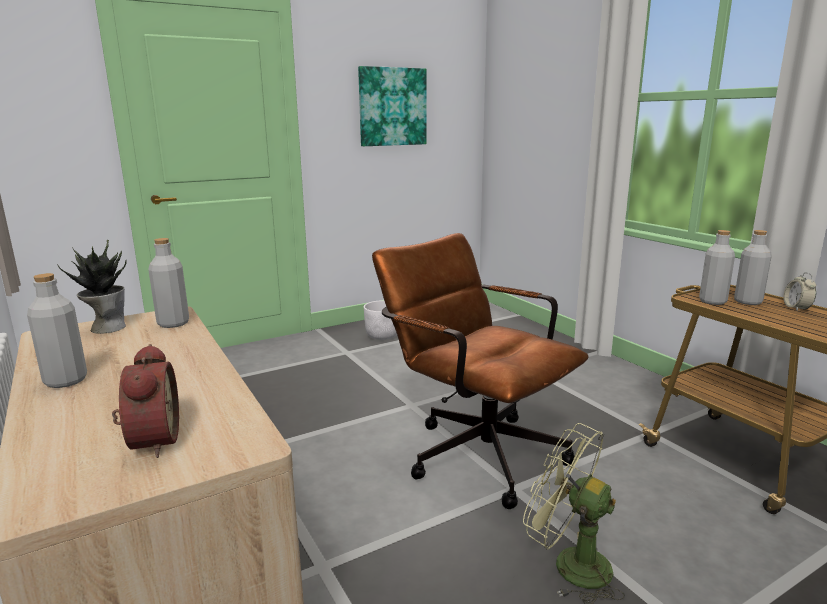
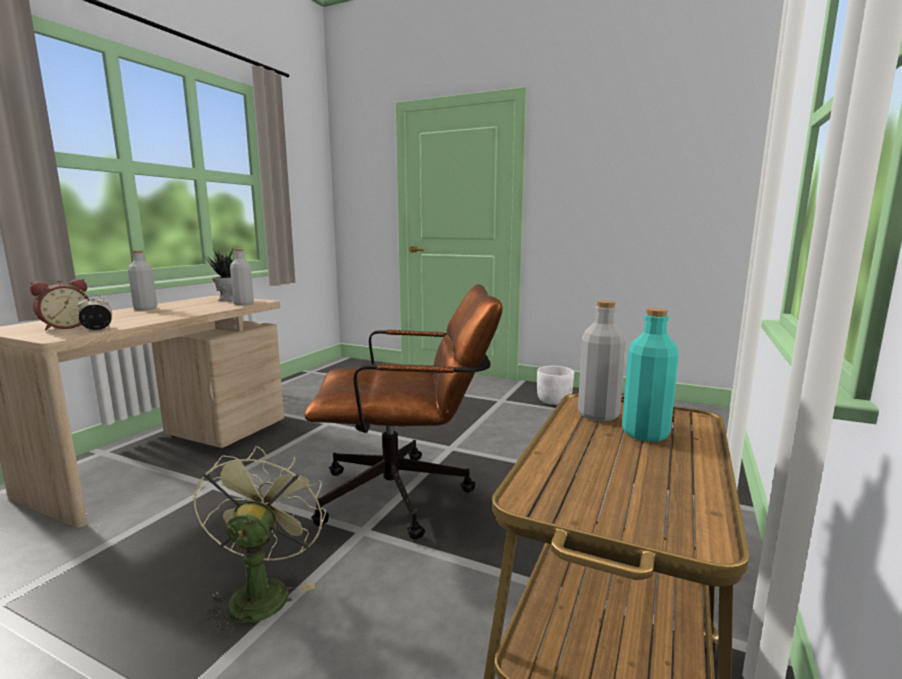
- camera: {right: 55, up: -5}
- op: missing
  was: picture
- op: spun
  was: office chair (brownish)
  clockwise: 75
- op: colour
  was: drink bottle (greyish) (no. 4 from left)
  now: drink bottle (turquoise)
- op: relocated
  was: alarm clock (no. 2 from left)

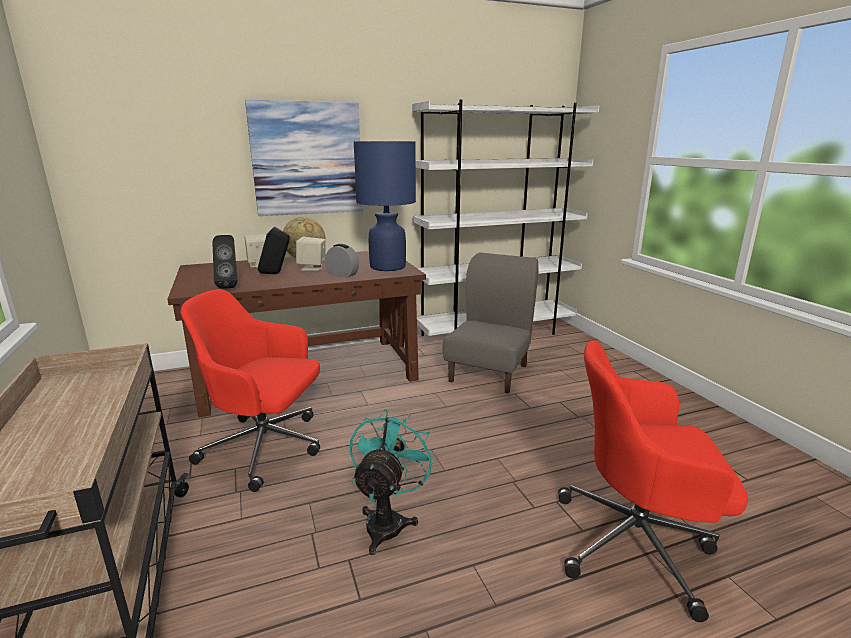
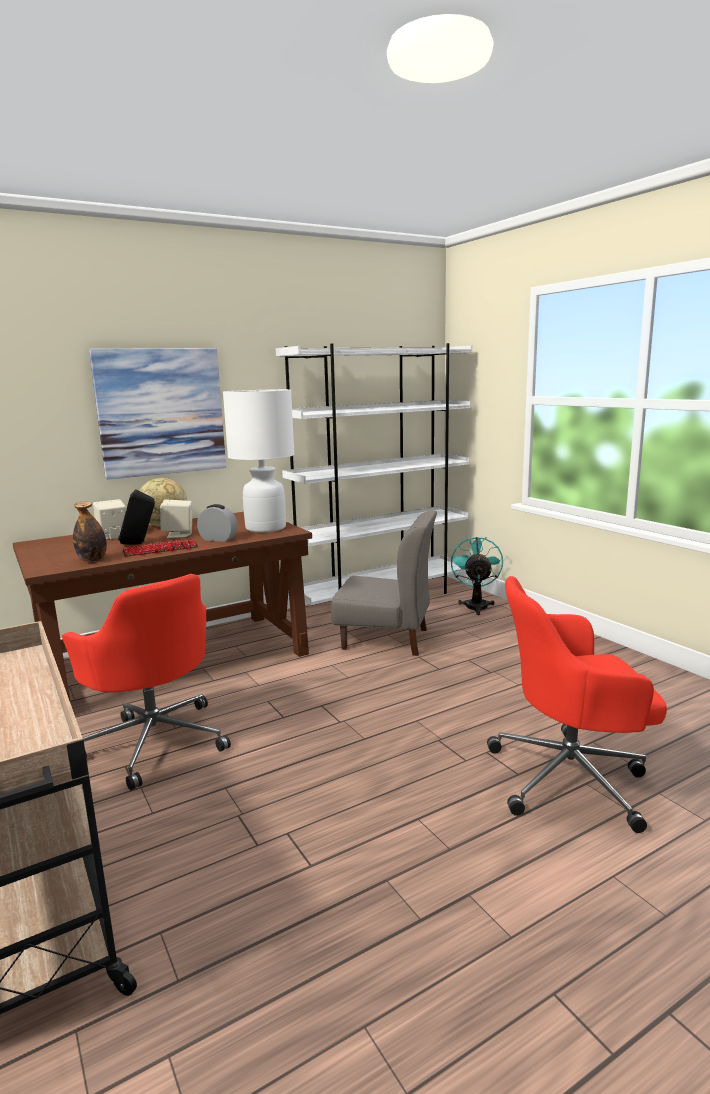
- camera: {right: -10, up: -5}
- op: spun
  was: office chair (red) (no. 1 from left)
  clockwise: -135
- op: exchanged
  was: speaker (blackish) (no. 1 from left)
  now: drink bottle
- op: relocated
  was: electric fan (turquoise)
- op: colour
  was: lamp for a table (blue)
  now: lamp for a table (white-coloured)
- op: spun
  was: upright chair (greyish)
  clockwise: 90
- op: appeared
  now: keyboard

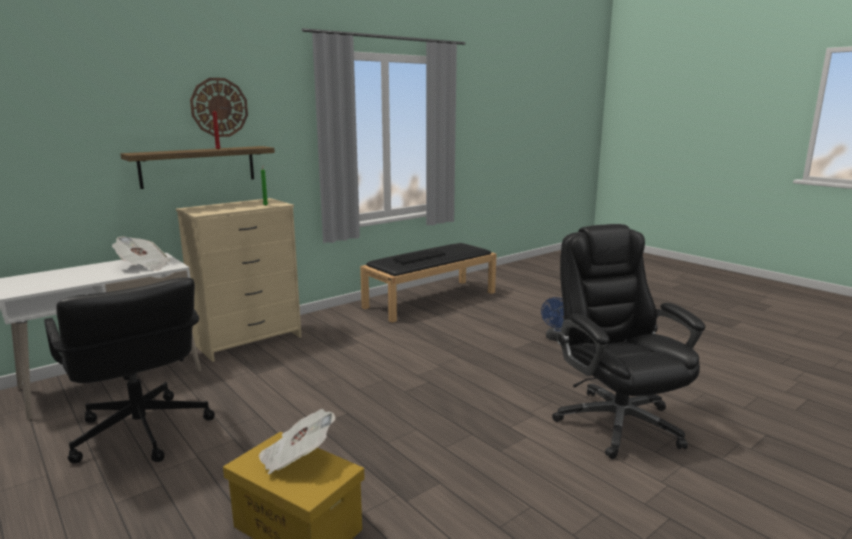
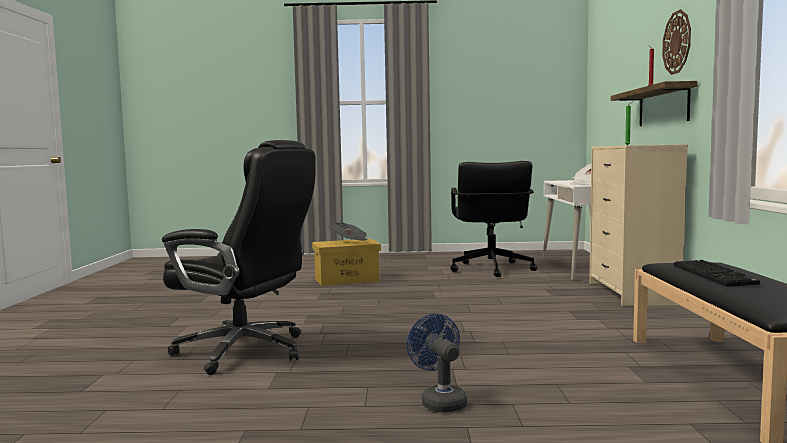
- camera: {right: 130, up: -10}
- op: spun
  was: office chair (blackish) (no. 1 from left in the first image)
  clockwise: -90

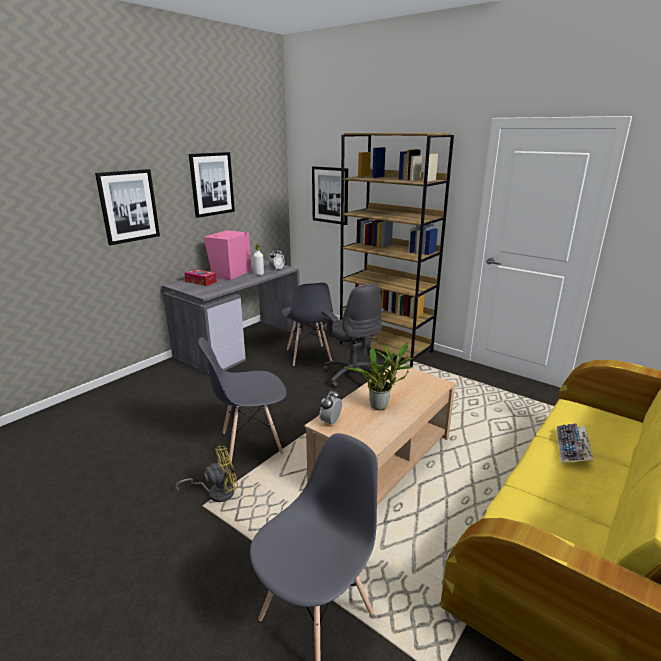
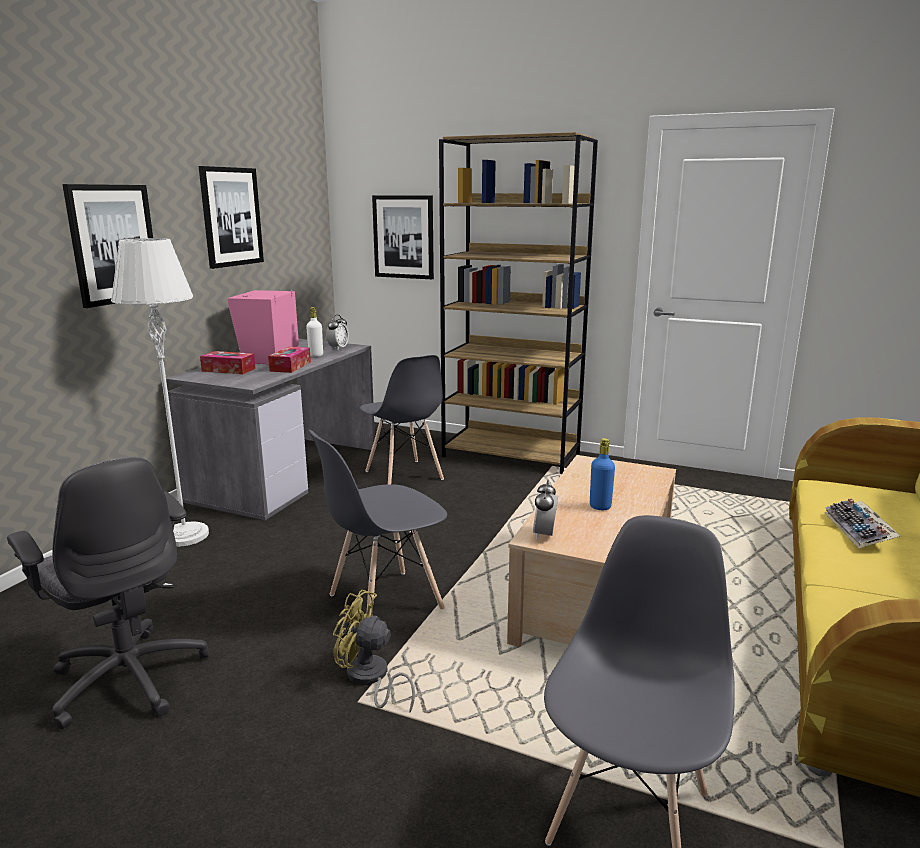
- camera: {right: -15, up: -5}
- op: spun
  was: electric fan (yellow)
  clockwise: -120
- op: relocated
  was: office chair (greyish)
- op: exchanged
  was: potted plant
  now: drink bottle (blue)
- op: appeared
  now: floor lamp (white-coloured)
- op: appeared
  now: tissue box (no. 2 from left)

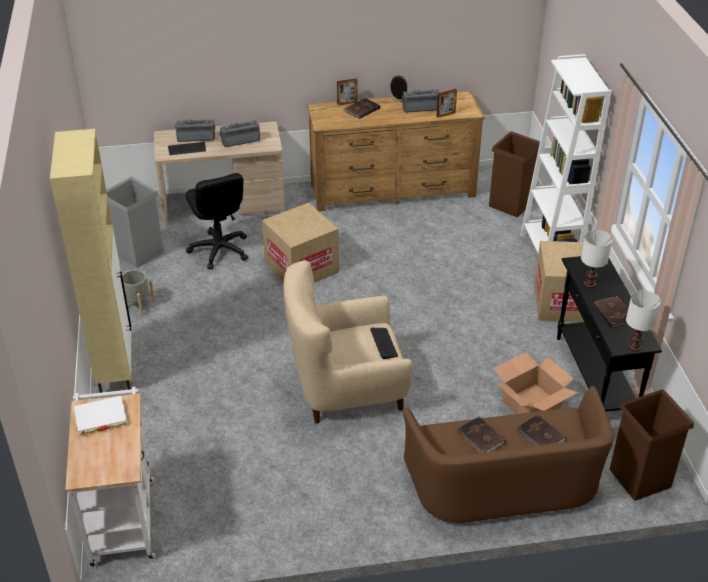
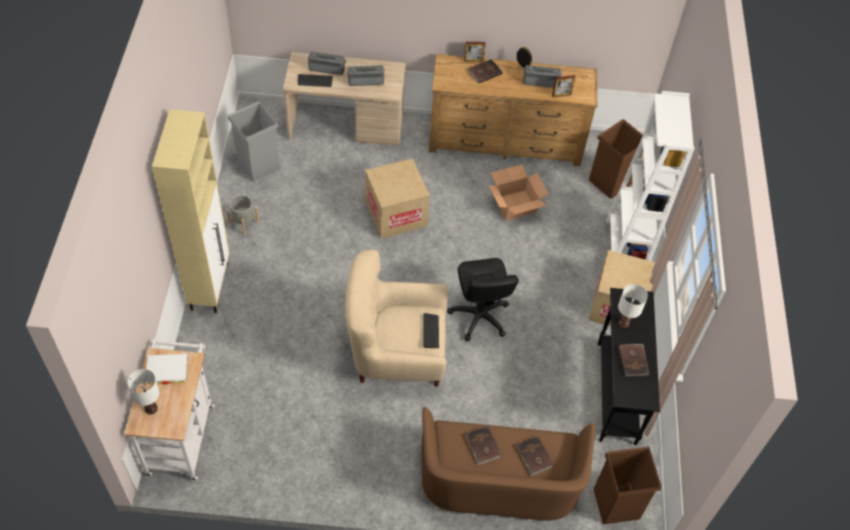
- camera: {right: 10, up: 15}
- op: relocated
  was: office chair (blackish)
- op: relocated
  was: carton (no. 2 from left)
- op: relocated
  was: lamp for a table (white-coloured) (no. 2 from left in the first image)
  now: lamp for a table (white-coloured) (no. 1 from left)

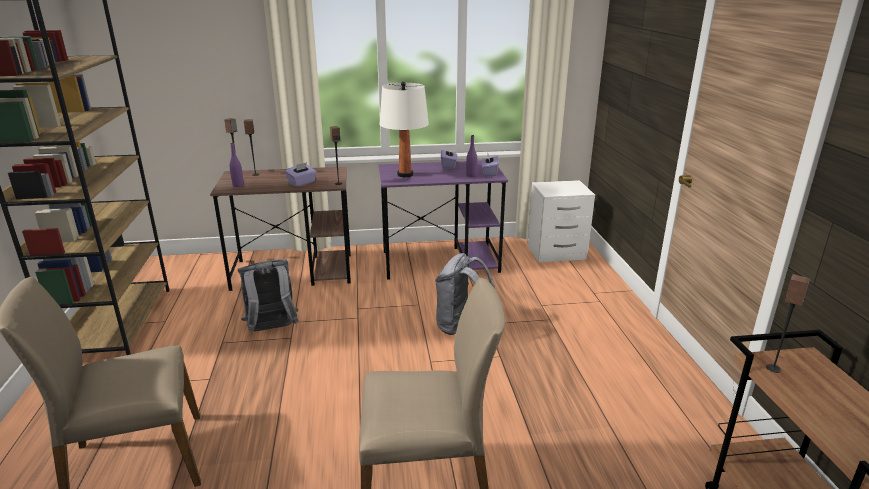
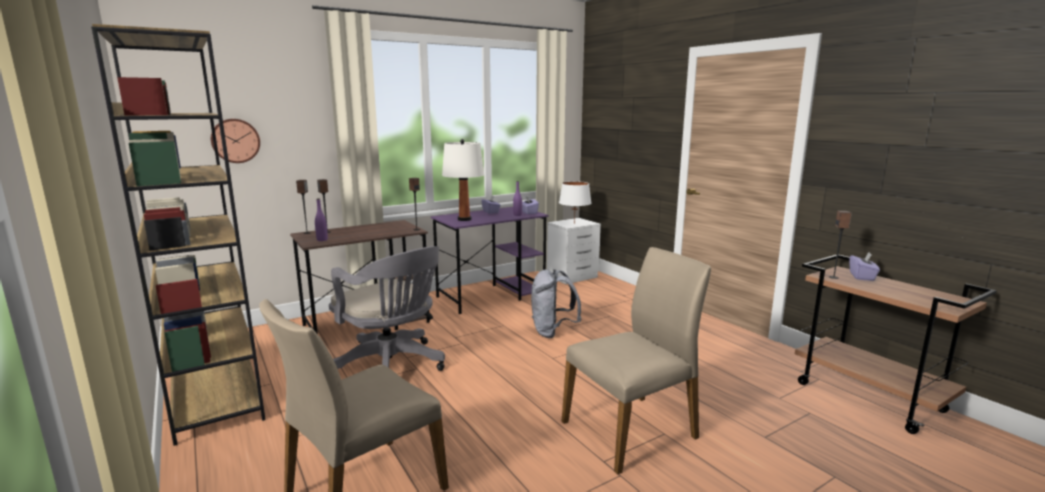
- camera: {right: -25, up: -10}
- op: exchanged
  was: backpack (greyish) (no. 1 from left)
  now: office chair (greyish)
- op: relocated
  was: tissue box (purple-coloured) (no. 1 from left in the first image)
  now: tissue box (purple-coloured) (no. 3 from left)
- op: appeared
  now: clock on the wall
- op: appeared
  now: lamp for a table (white-coloured) (no. 2 from left)

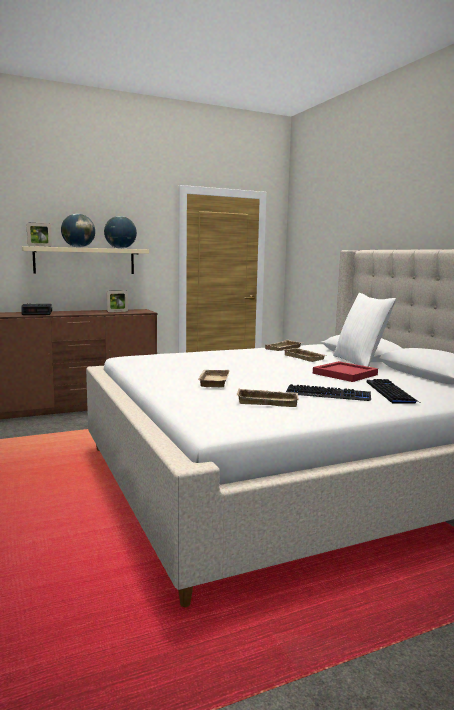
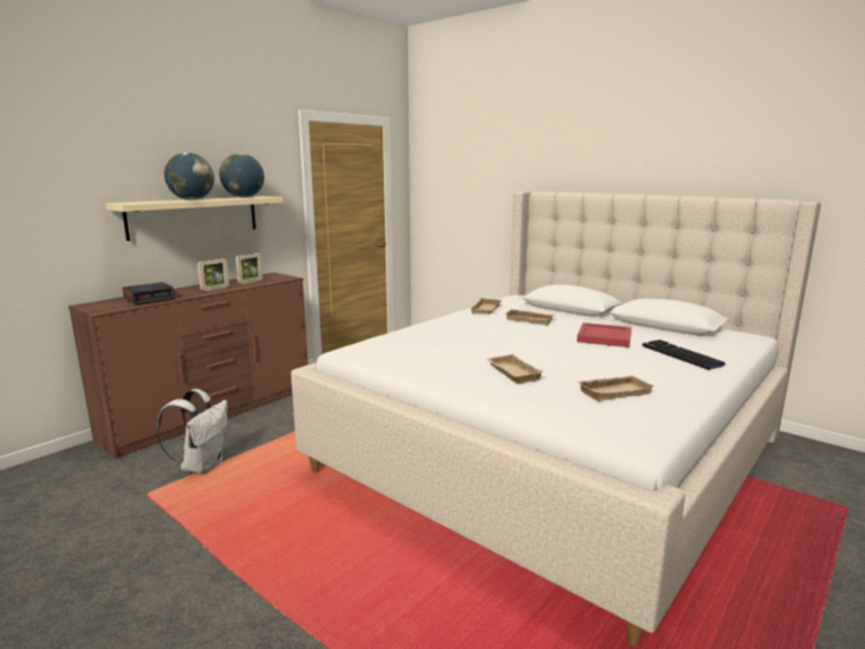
- camera: {right: -25, up: 5}
- op: relocated
  was: picture frame (no. 1 from left)
- op: missing
  was: keyboard (no. 1 from left)
- op: missing
  was: throw pillow (white-coloured)
- op: appeared
  now: backpack (white-coloured)

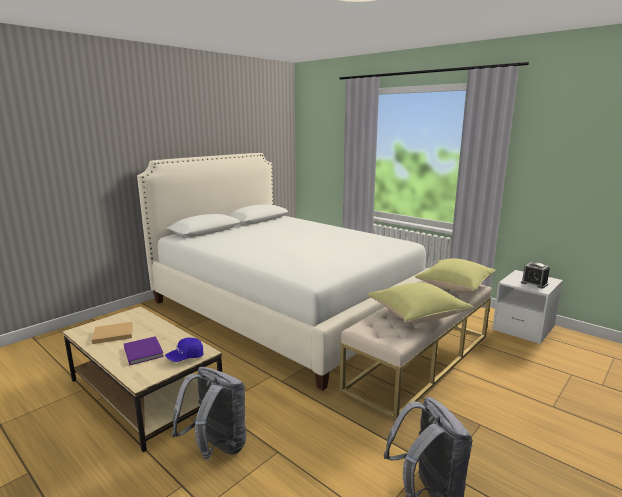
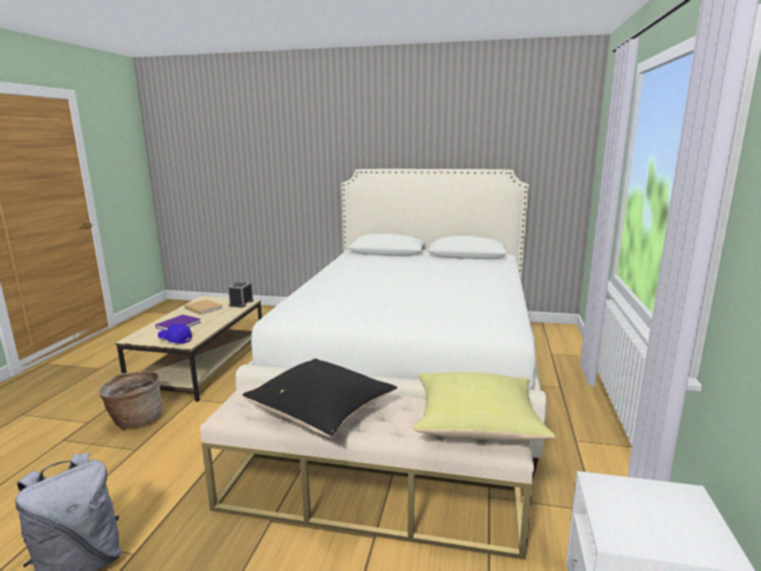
- camera: {right: 60, up: 0}
- op: exchanged
  was: backpack (greyish) (no. 1 from left)
  now: household basket
- op: colour
  was: throw pillow (yellow) (no. 1 from left)
  now: throw pillow (blackish)
- op: relocated
  was: alarm clock

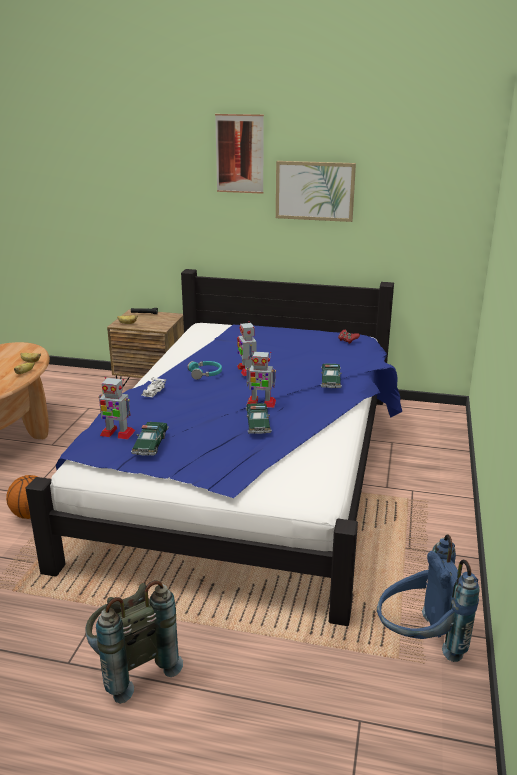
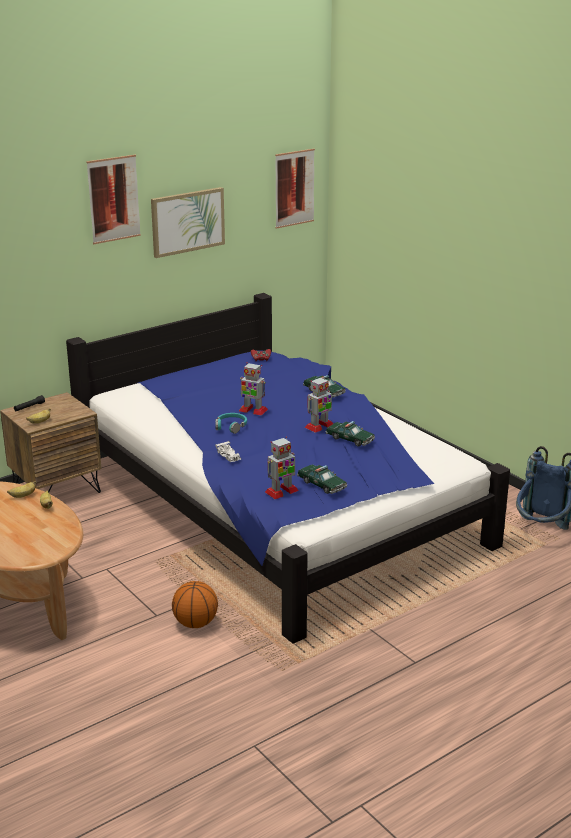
- camera: {right: -50, up: 0}
- op: missing
  was: backpack (greyish)
- op: appeared
  now: picture (no. 3 from left)

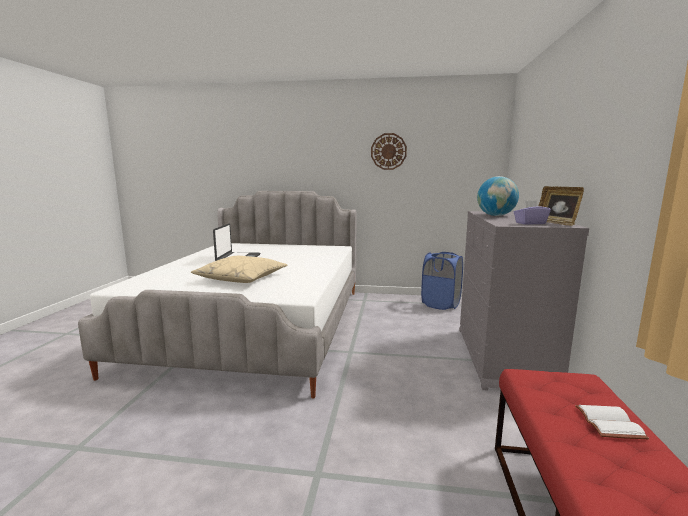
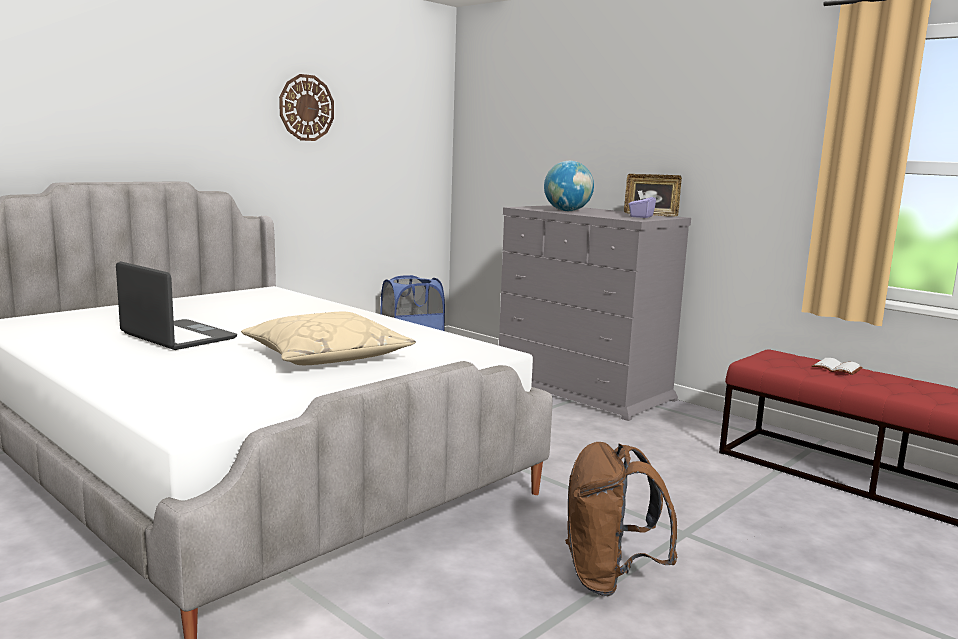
- camera: {right: -55, up: 0}
- op: appeared
  now: backpack (brownish)

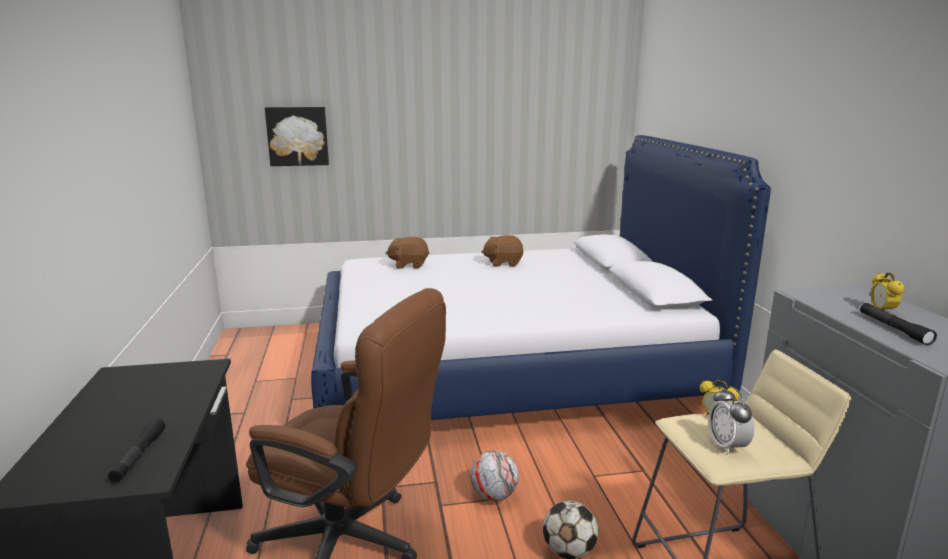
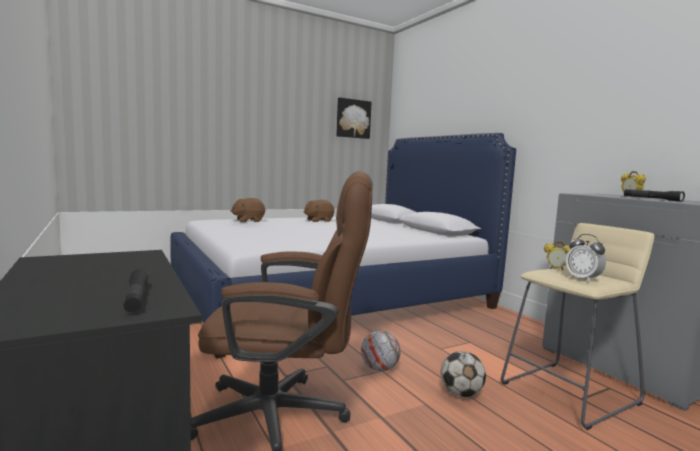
- camera: {right: -20, up: -10}
- op: relocated
  was: picture

